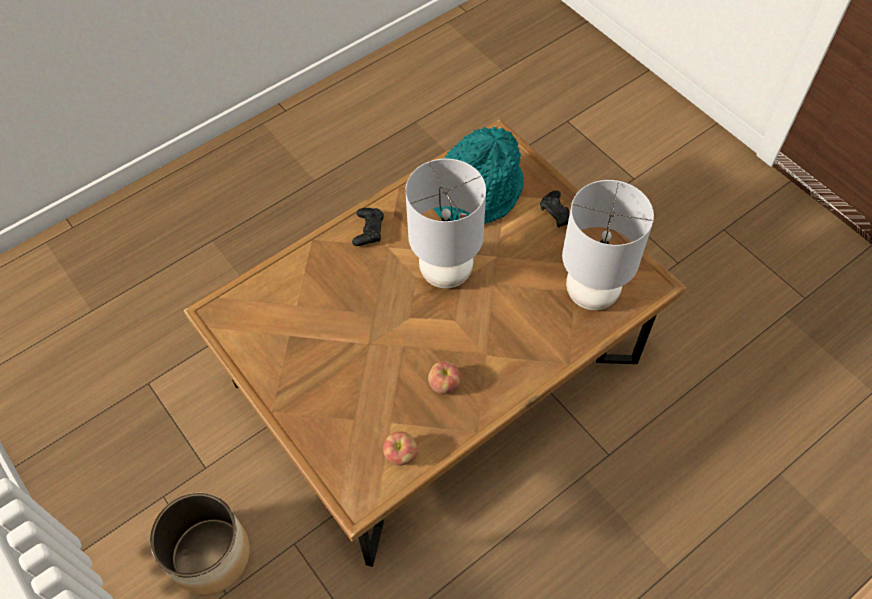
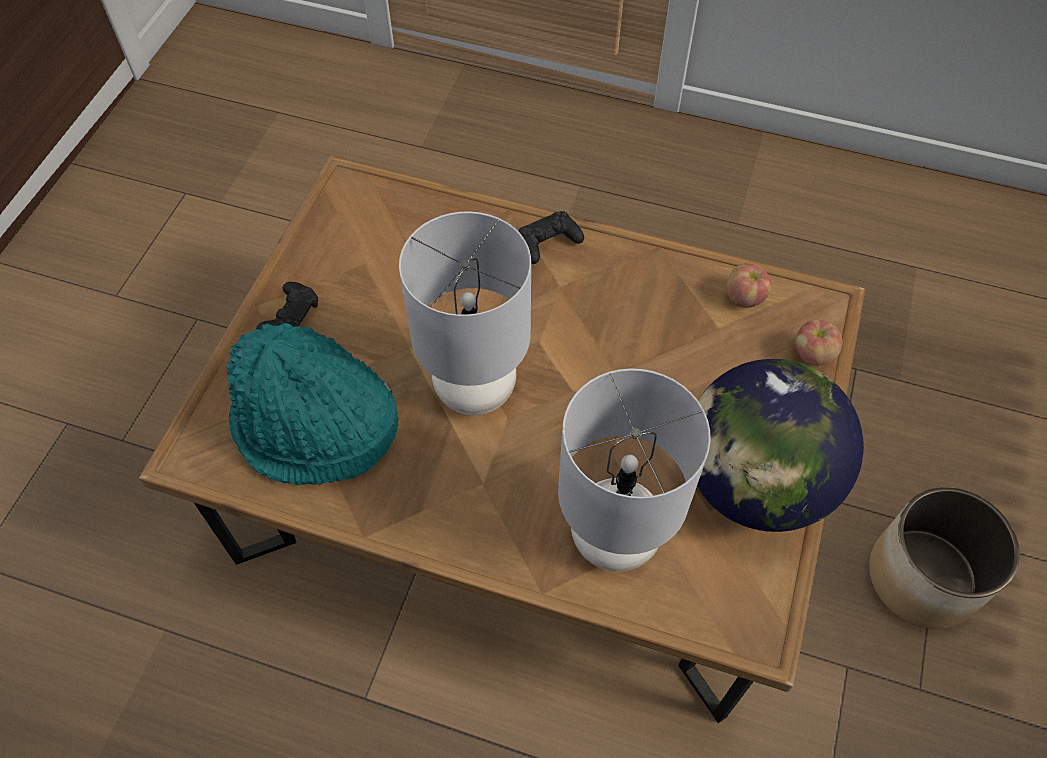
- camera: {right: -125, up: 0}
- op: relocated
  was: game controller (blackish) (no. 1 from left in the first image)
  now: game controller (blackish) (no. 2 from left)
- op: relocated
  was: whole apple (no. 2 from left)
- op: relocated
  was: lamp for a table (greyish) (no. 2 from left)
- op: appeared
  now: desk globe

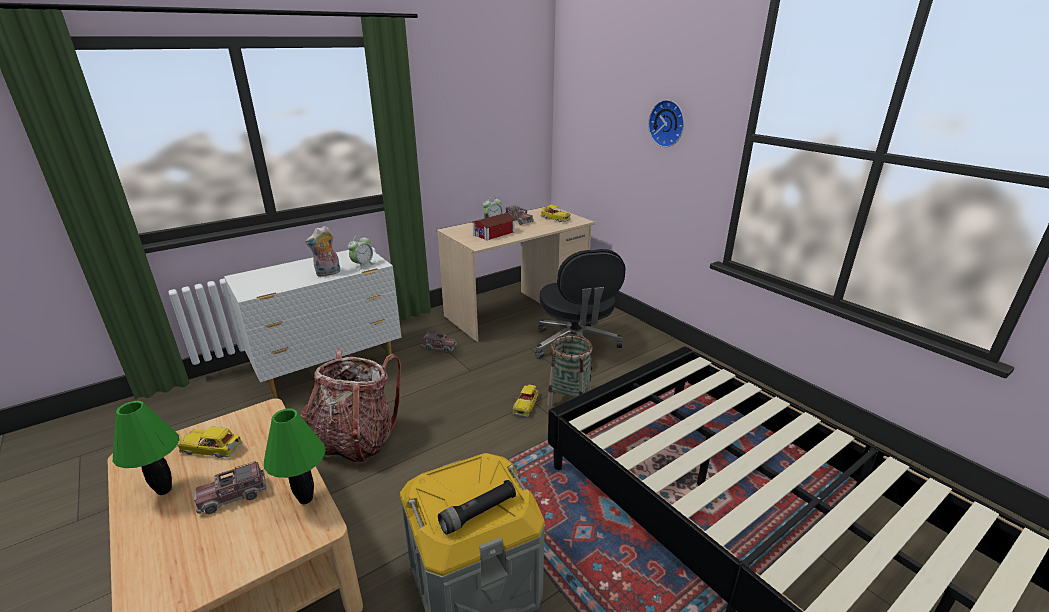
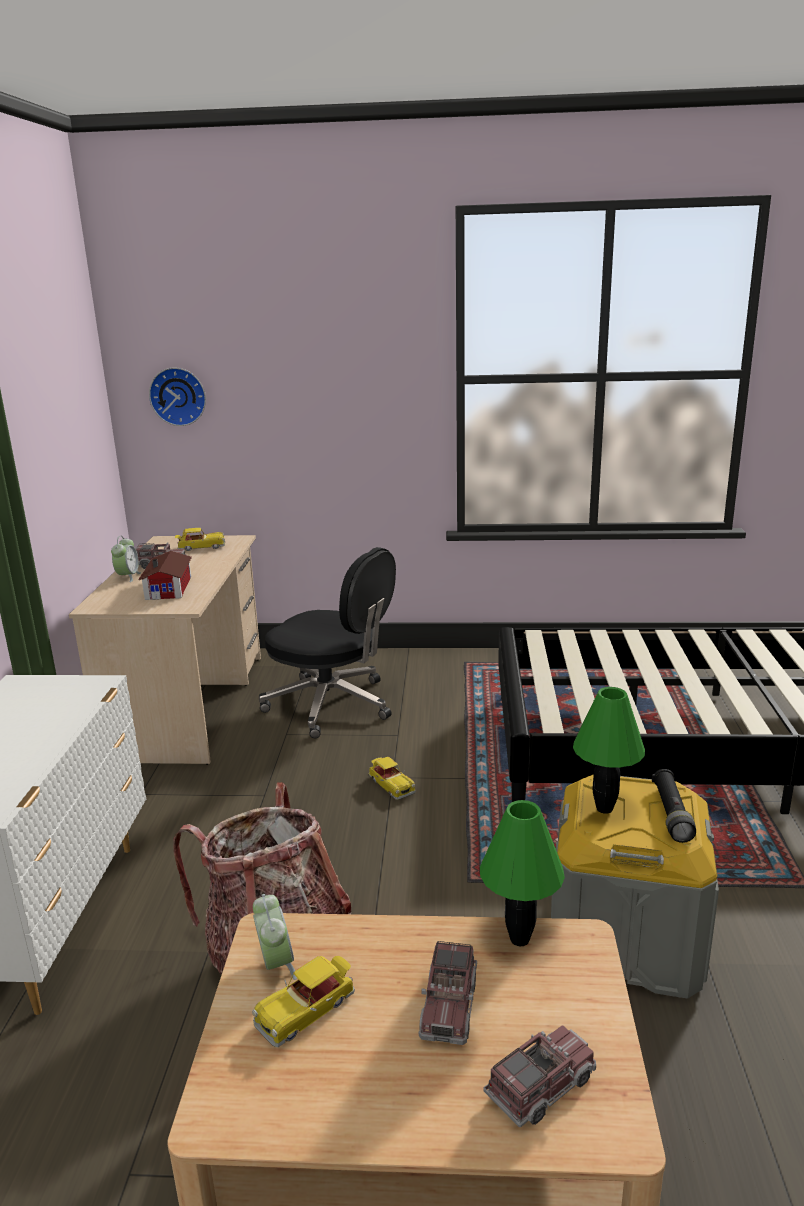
- camera: {right: -50, up: -5}
- op: relocated
  was: lamp for a table (green) (no. 1 from left in the first image)
  now: lamp for a table (green) (no. 2 from left)
- op: missing
  was: plush toy
- op: relocated
  was: alarm clock (no. 1 from left in the first image)
  now: alarm clock (no. 2 from left)
- op: relocated
  was: model truck (no. 2 from left in the first image)
  now: model truck (no. 3 from left)
- op: missing
  was: household basket
- op: relocated
  was: clock on the wall

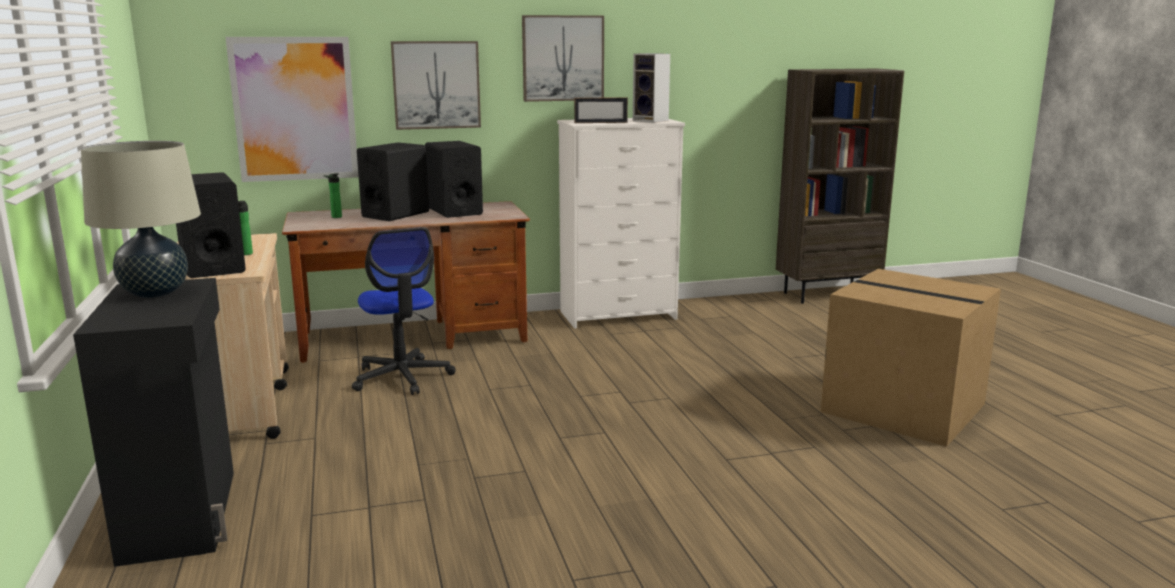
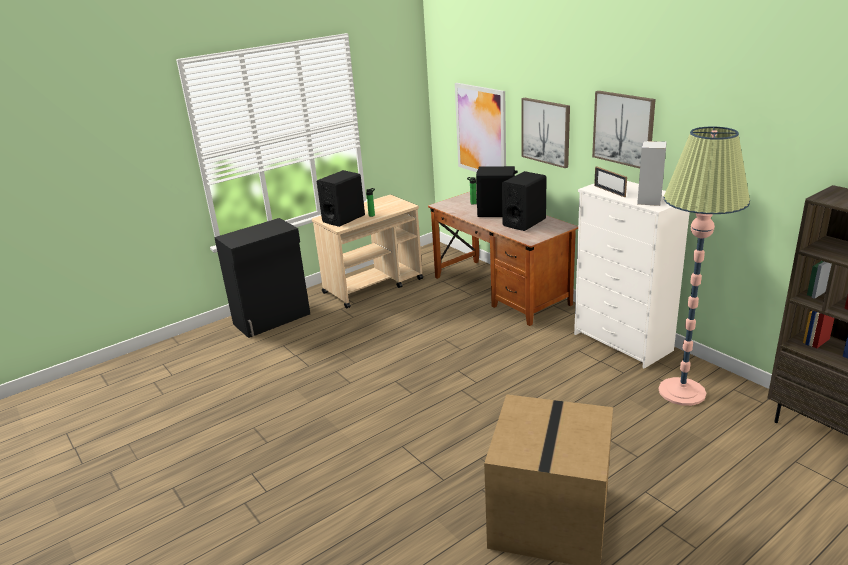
- camera: {right: 70, up: 10}
- op: missing
  was: lamp for a table (beige-coloured)
- op: missing
  was: office chair
- op: appeared
  now: floor lamp

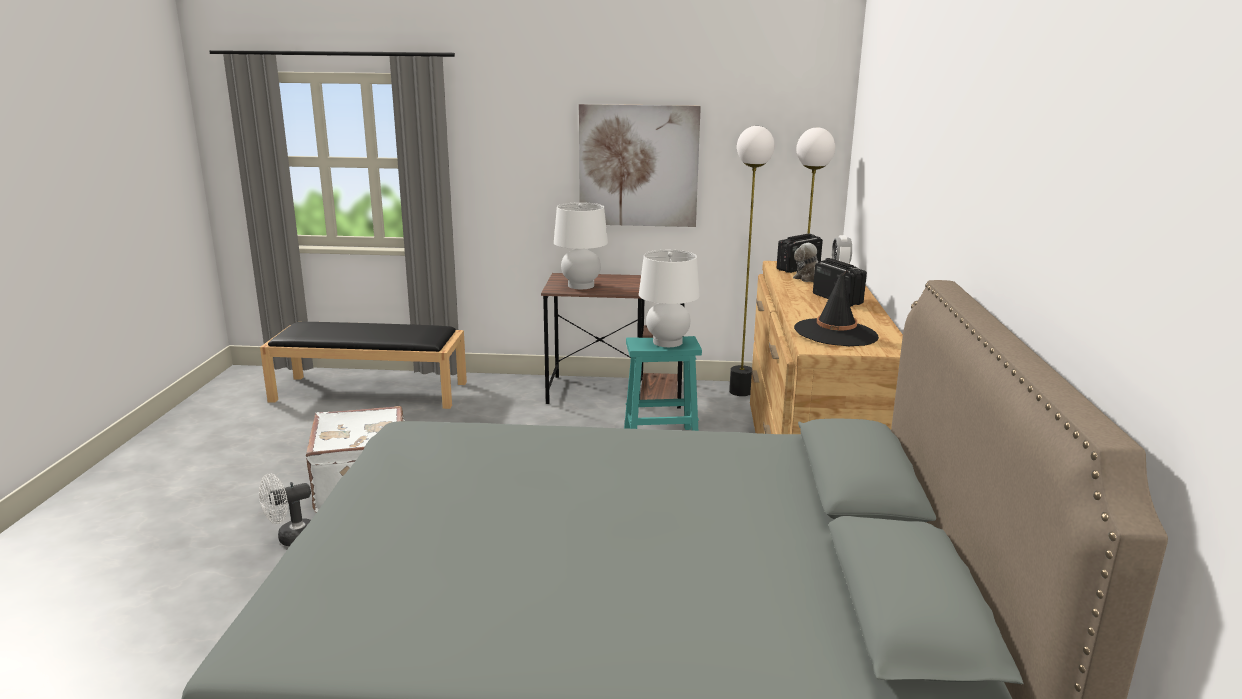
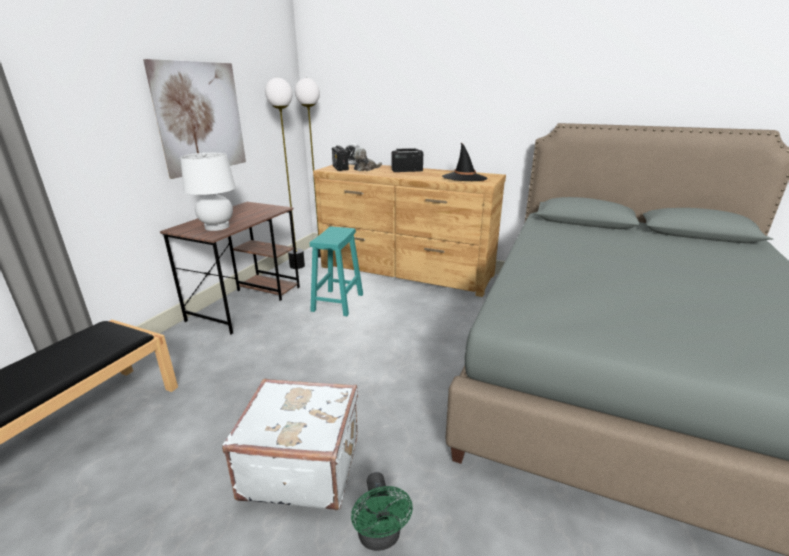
- camera: {right: -70, up: 5}
- op: colour
  was: electric fan (white-coloured)
  now: electric fan (green)
- op: missing
  was: lamp for a table (white-coloured) (no. 2 from left)

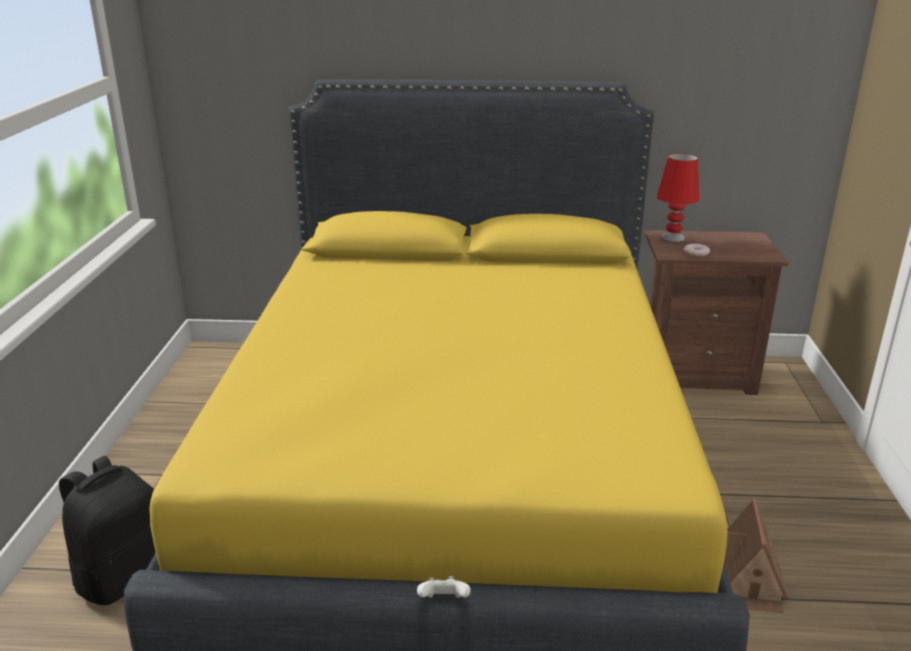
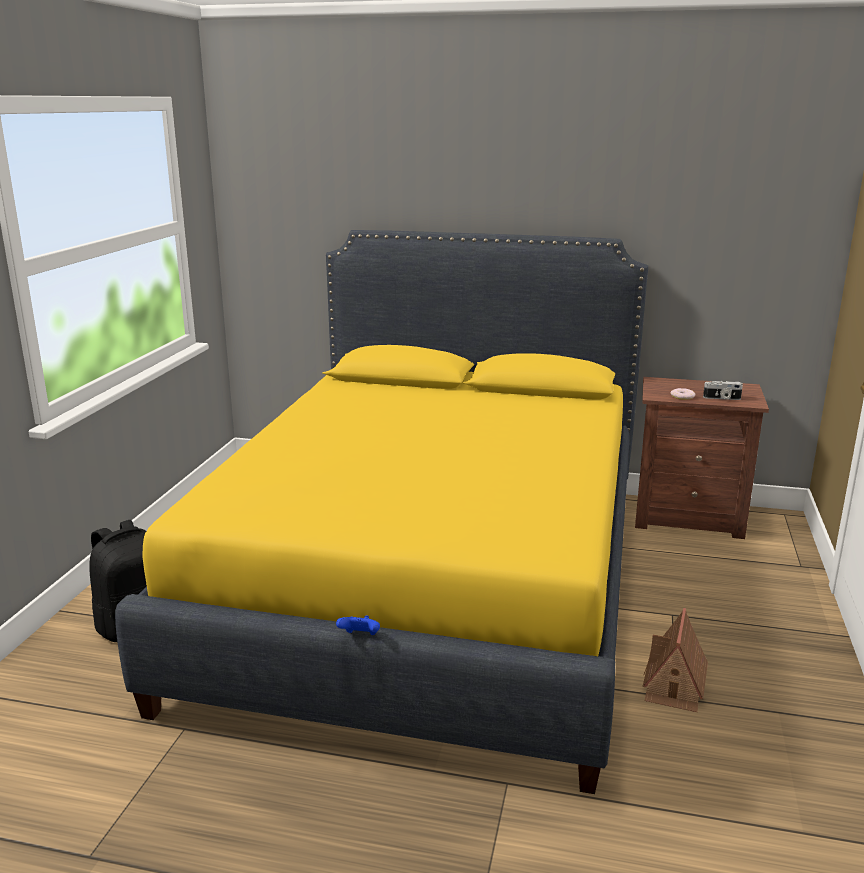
- camera: {right: 10, up: -5}
- op: colour
  was: game controller (white-coloured)
  now: game controller (blue)
- op: missing
  was: lamp for a table (red)
- op: appeared
  now: photo camera

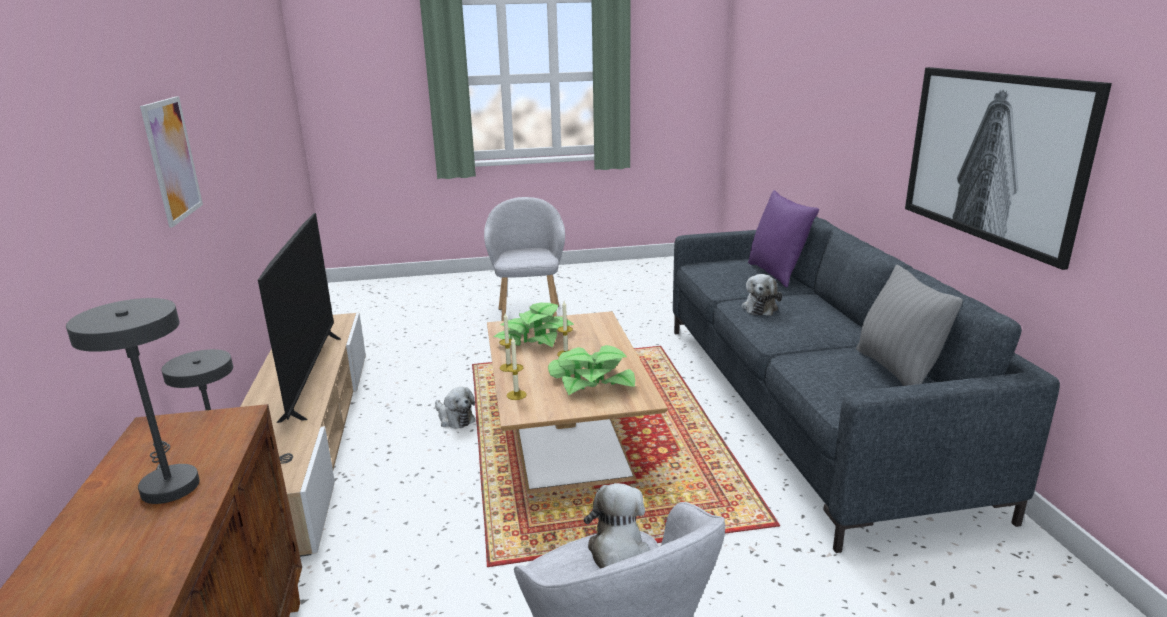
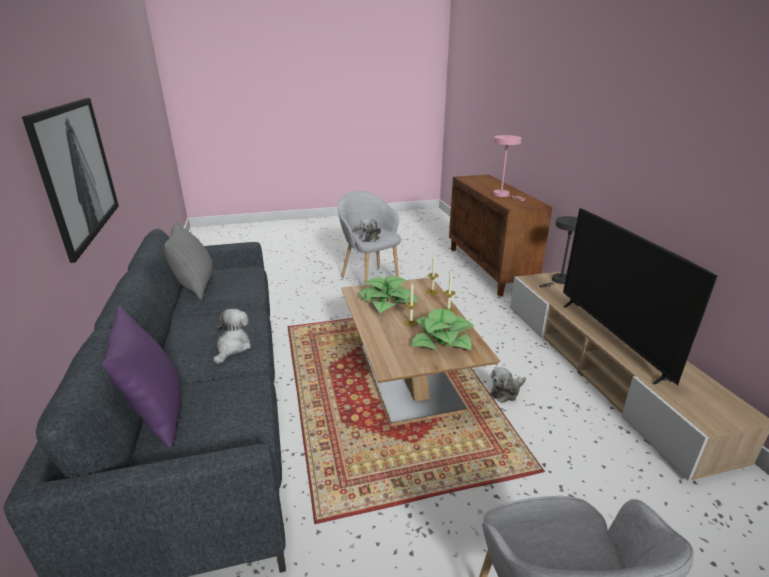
- camera: {right: 175, up: 5}
- op: colour
  was: lamp for a table (greyish) (no. 1 from left)
  now: lamp for a table (pink-coloured)
- op: missing
  was: picture (no. 1 from left)
- op: spun
  was: plush toy (no. 1 from left in the first image)
  clockwise: -75

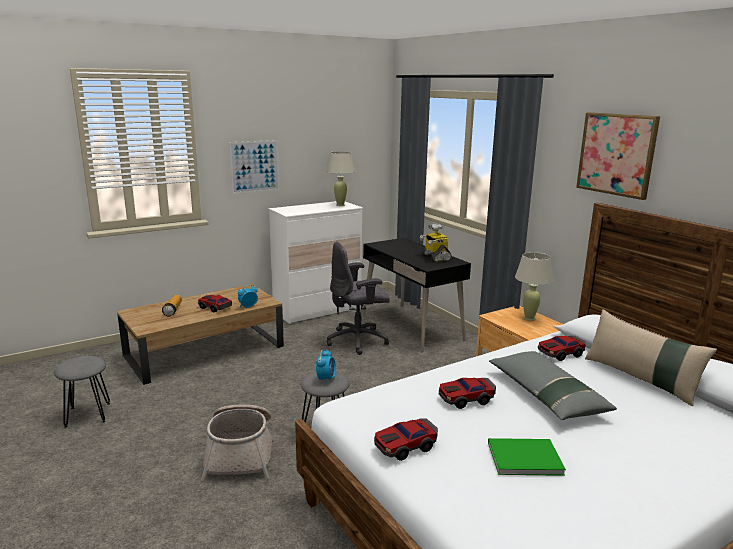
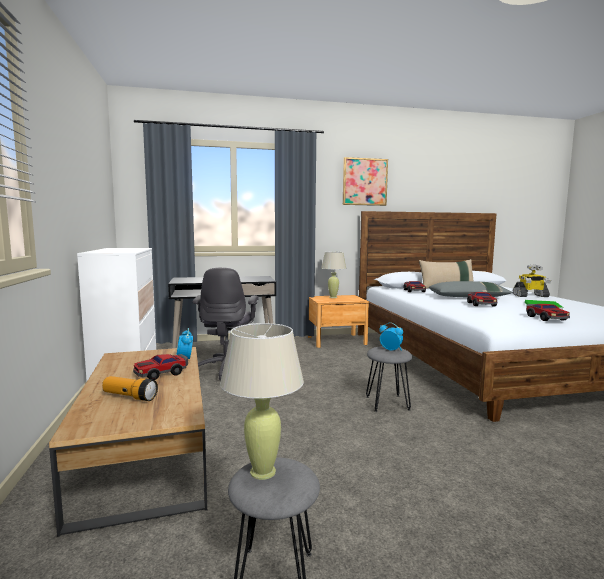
- camera: {right: -70, up: -10}
- op: missing
  was: household basket
- op: missing
  was: picture (no. 1 from left)
- op: relocated
  was: lamp for a table (beige-coloured) (no. 1 from left)
- op: relocated
  was: toy robot

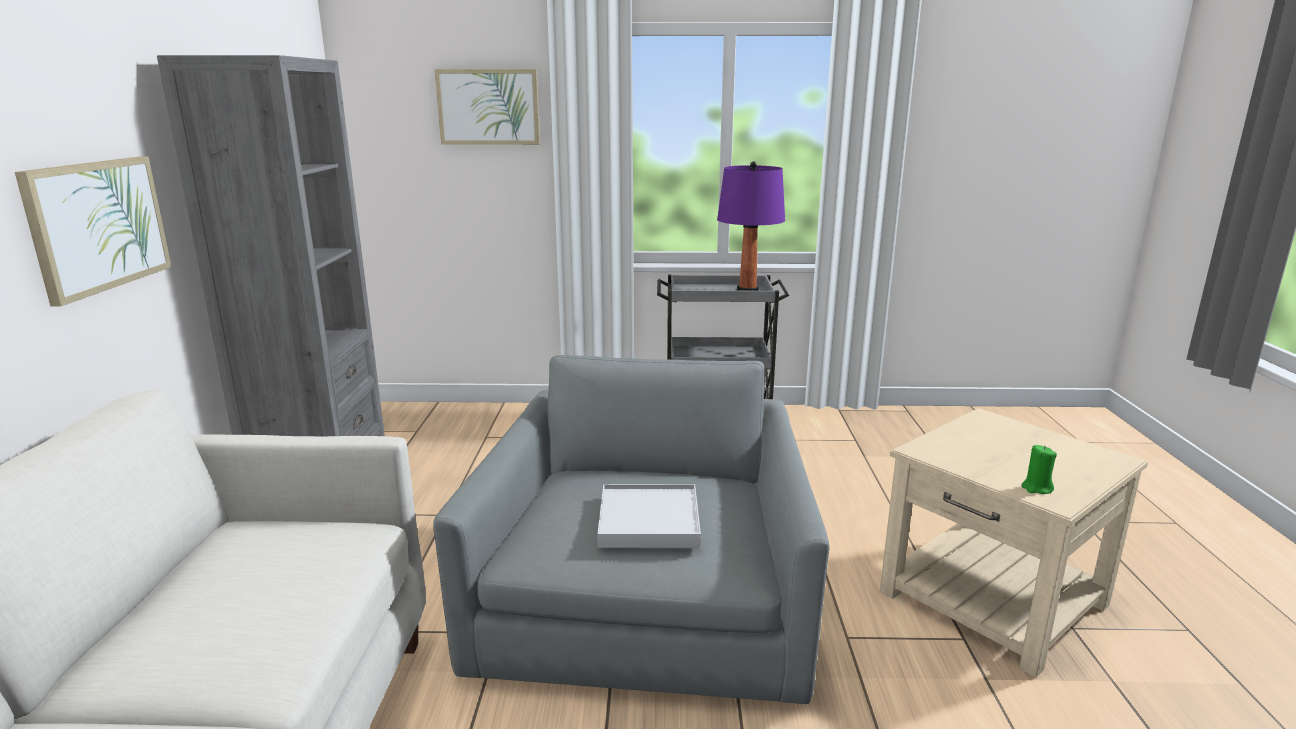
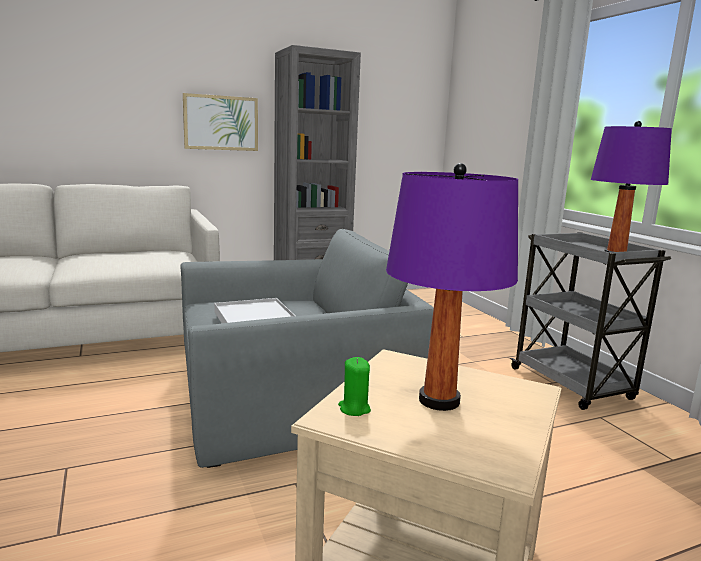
- camera: {right: 65, up: -5}
- op: missing
  was: picture (no. 2 from left)
- op: appeared
  now: lamp for a table (purple-coloured) (no. 1 from left)

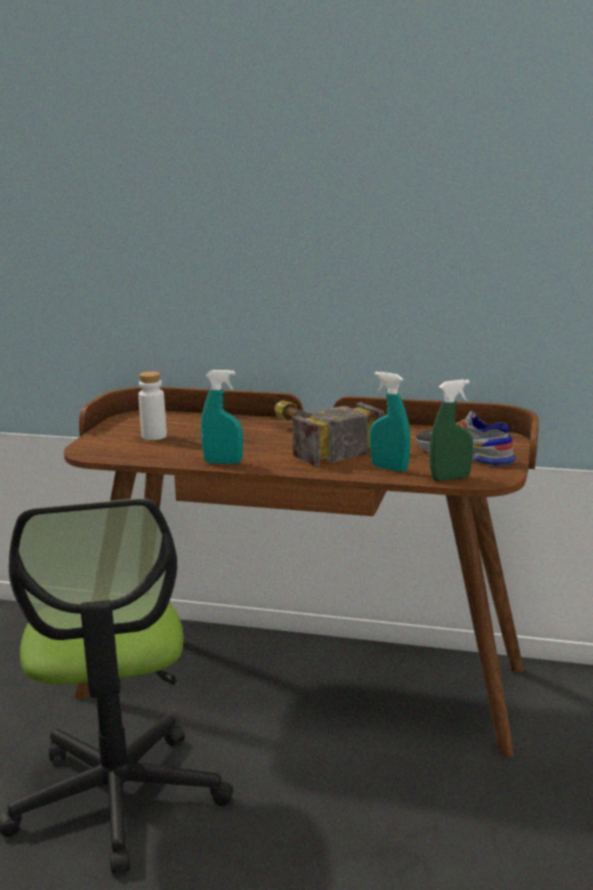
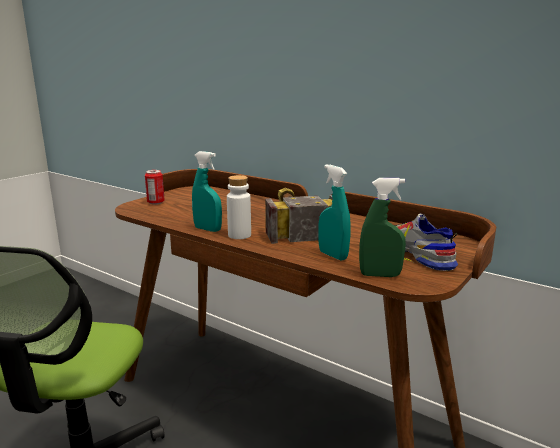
- camera: {right: 20, up: 0}
- op: relocated
  was: drink bottle (white-coloured)
- op: appeared
  now: sealed can

